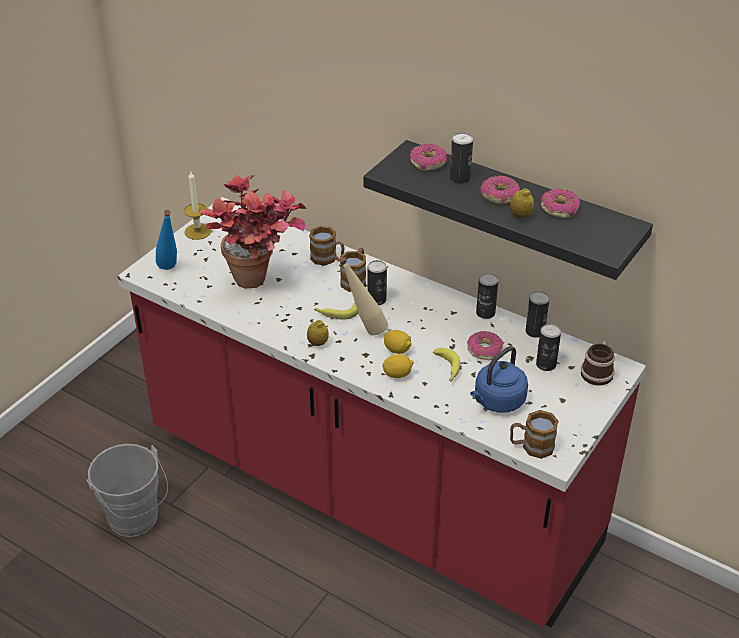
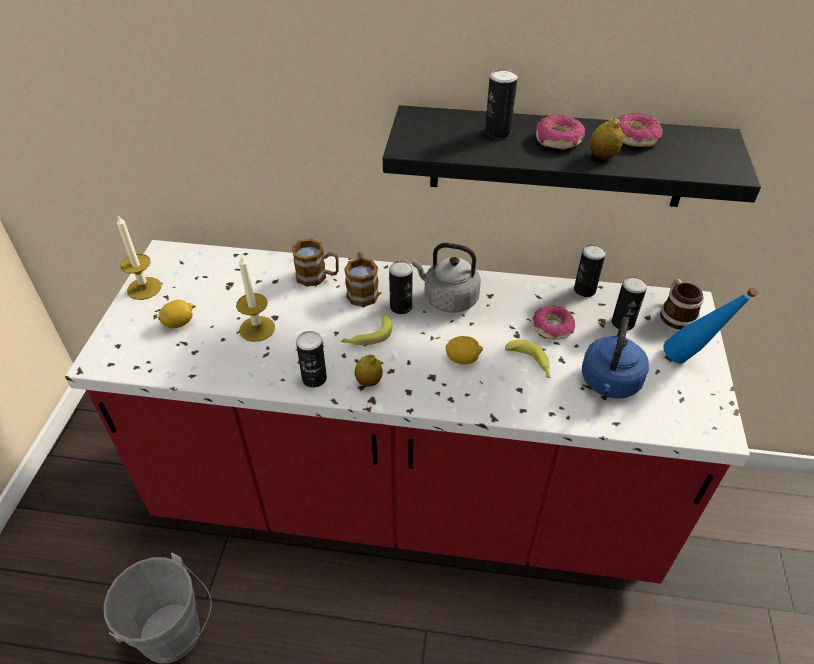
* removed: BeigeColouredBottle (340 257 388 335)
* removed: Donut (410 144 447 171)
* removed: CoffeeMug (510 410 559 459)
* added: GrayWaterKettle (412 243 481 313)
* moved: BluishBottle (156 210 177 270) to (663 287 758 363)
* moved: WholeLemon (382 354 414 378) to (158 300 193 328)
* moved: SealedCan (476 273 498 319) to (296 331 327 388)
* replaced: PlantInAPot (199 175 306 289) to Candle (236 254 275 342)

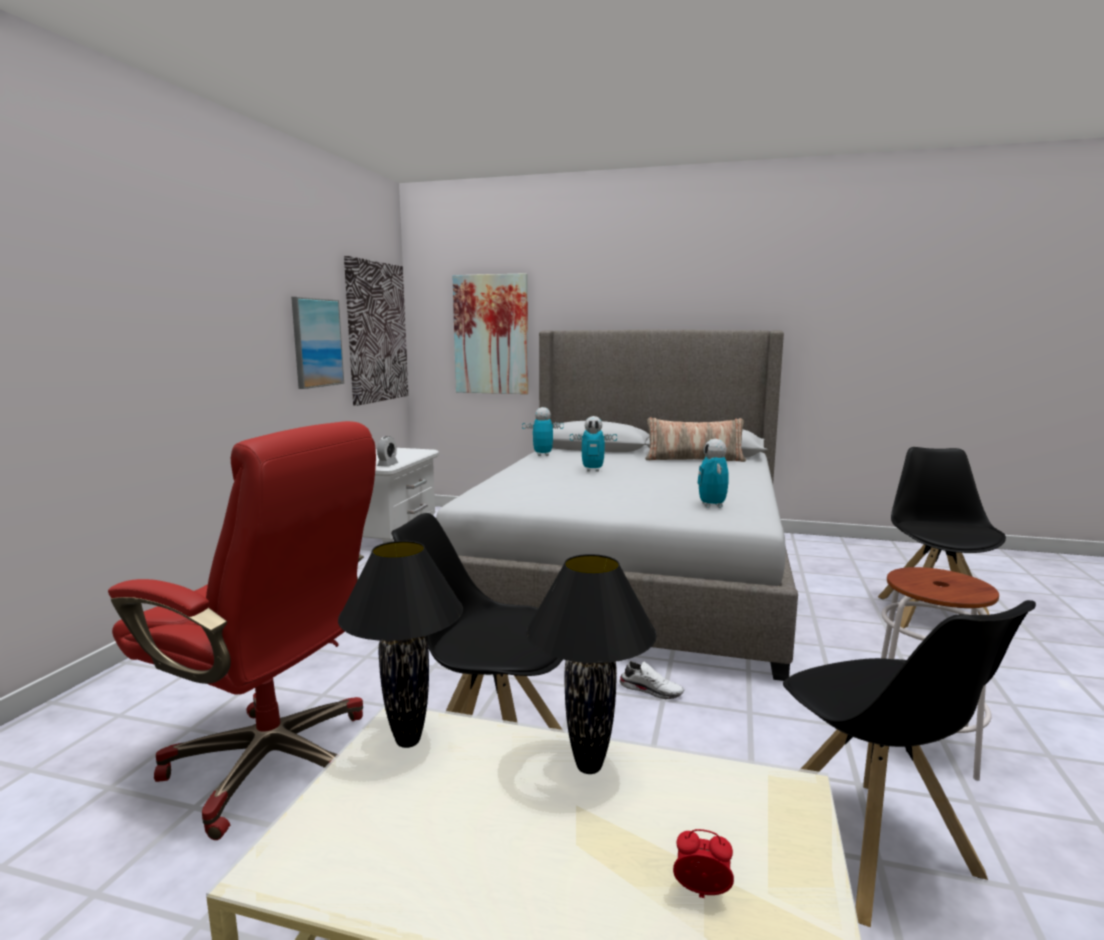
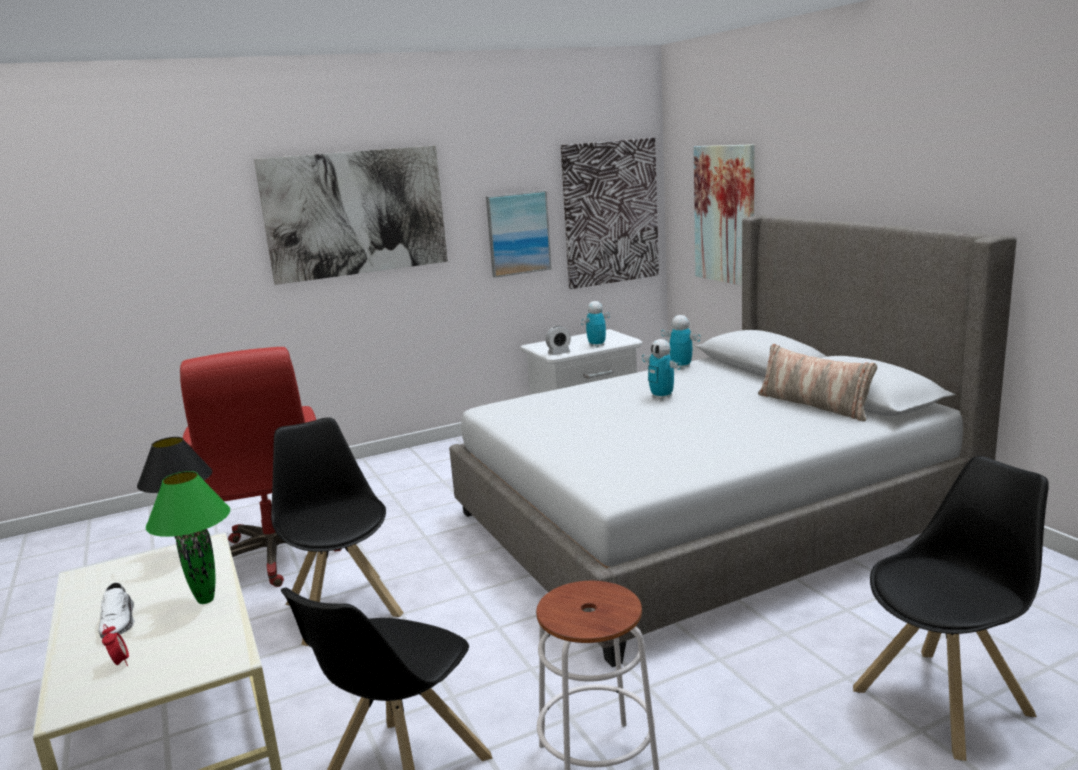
* added: WallPicture (254 145 448 285)
* moved: WhiteColouredLowShoe (619 661 684 699) to (98 583 135 638)
* moved: RobotFigure (697 439 729 508) to (581 301 610 348)
* recoloured: BlackishTableLamp (526 554 657 774) to GreenishTableLamp (146 471 230 604)

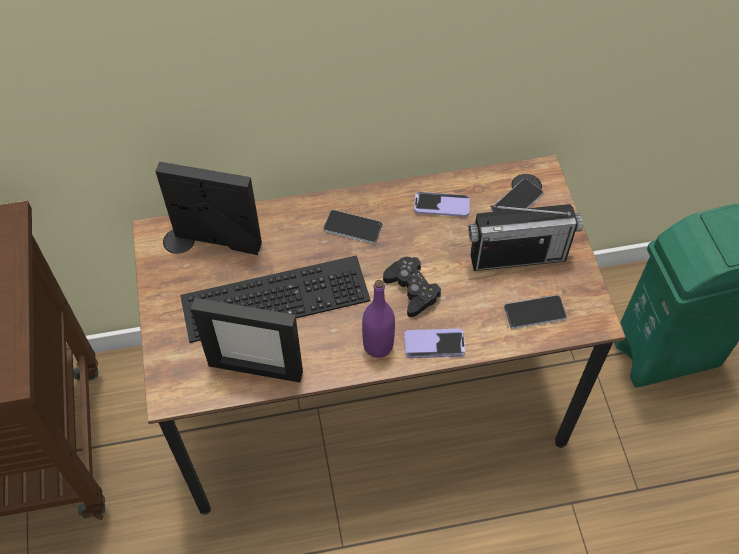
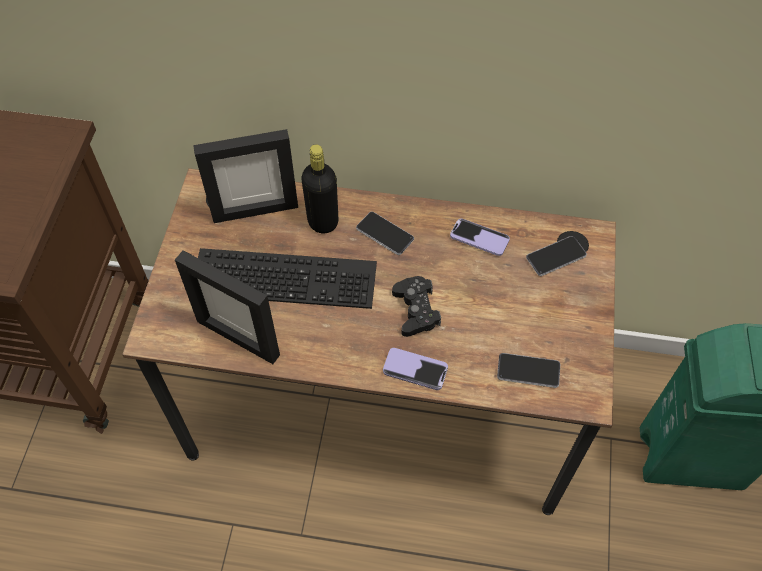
* removed: PurpleBottle (362 280 395 358)
* removed: RadioReceiver (468 204 583 271)
* added: BlackishBottle (302 144 338 234)
* turned: StandingFrame (155 162 262 255) = (193 129 298 223) 135 degrees clockwise

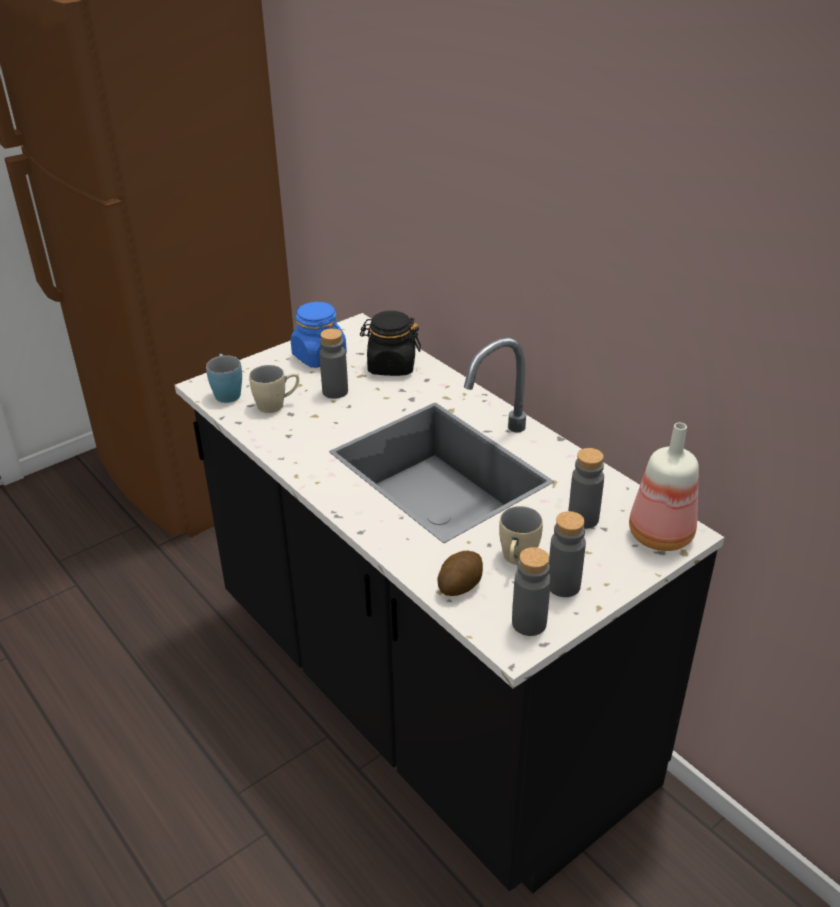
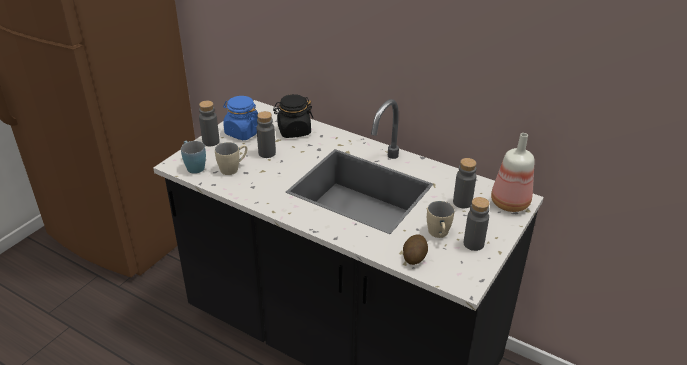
* moved: GrayBottle (512 547 551 636) to (199 101 220 146)

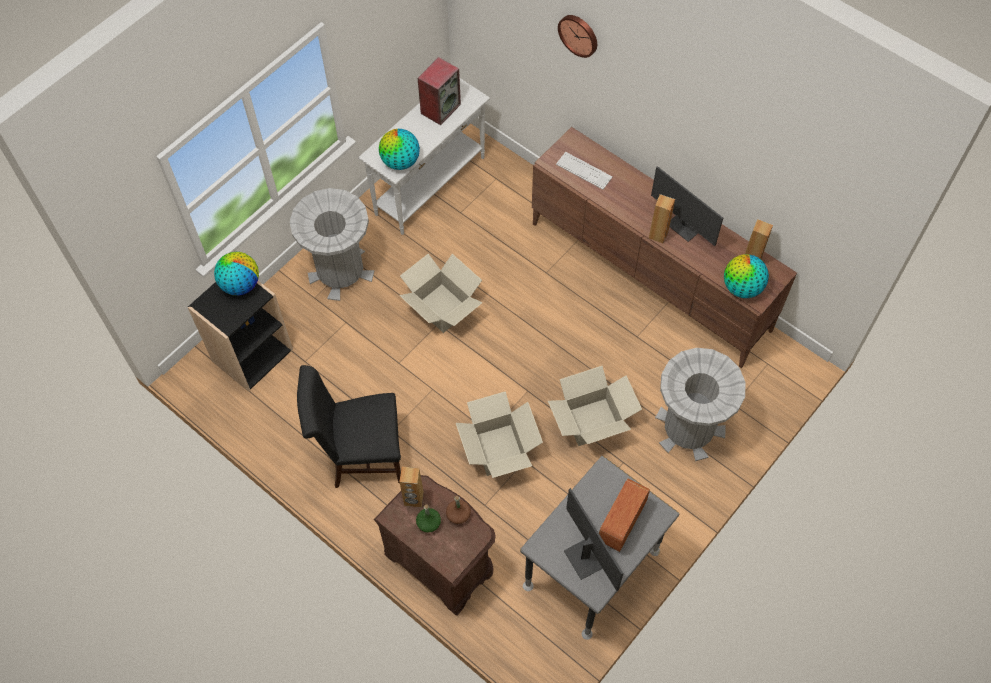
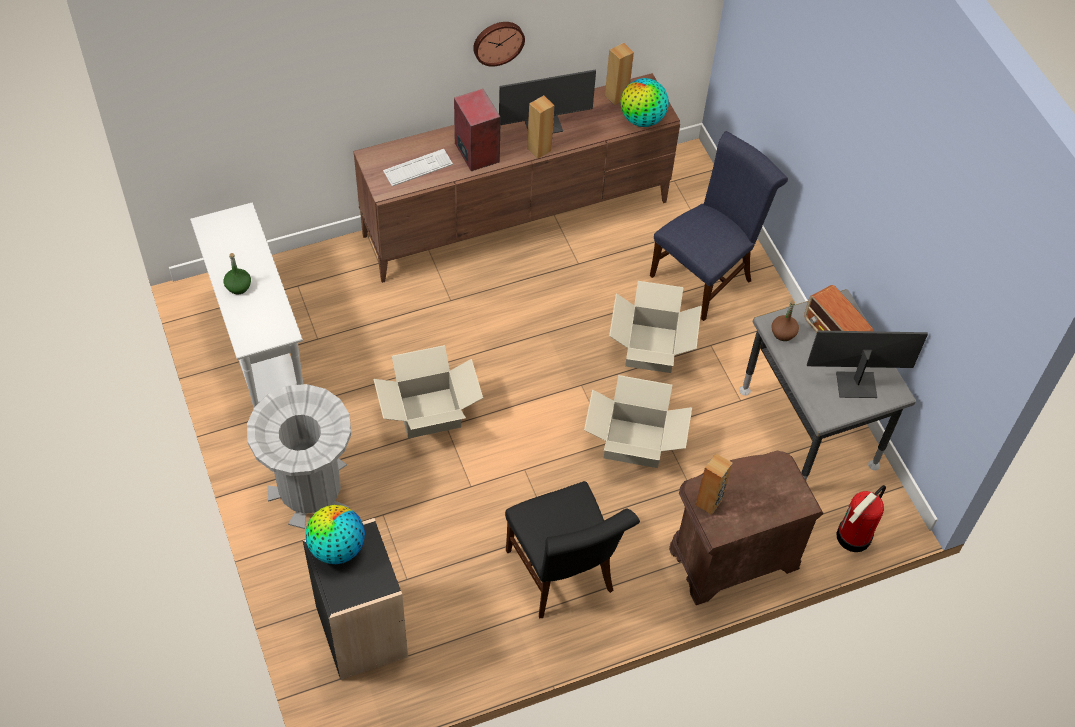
* removed: WorldGlobe (379 129 420 170)
* added: Extinguisher (837 485 886 552)
* moved: GreenishBottle (416 504 441 533) to (224 253 251 295)
* moved: Loudspeaker (417 57 461 125) to (454 89 501 171)
* moved: BrownishBottle (446 496 471 524) to (771 301 799 341)
* moved: WallClock (558 15 597 58) to (473 22 525 66)
* replaced: GrayRubbishBin (655 348 746 461) to BluishUprightChair (650 131 788 321)
* turned: BlackishUprightChair (297 365 401 488) = (505 481 640 618) 45 degrees counterclockwise

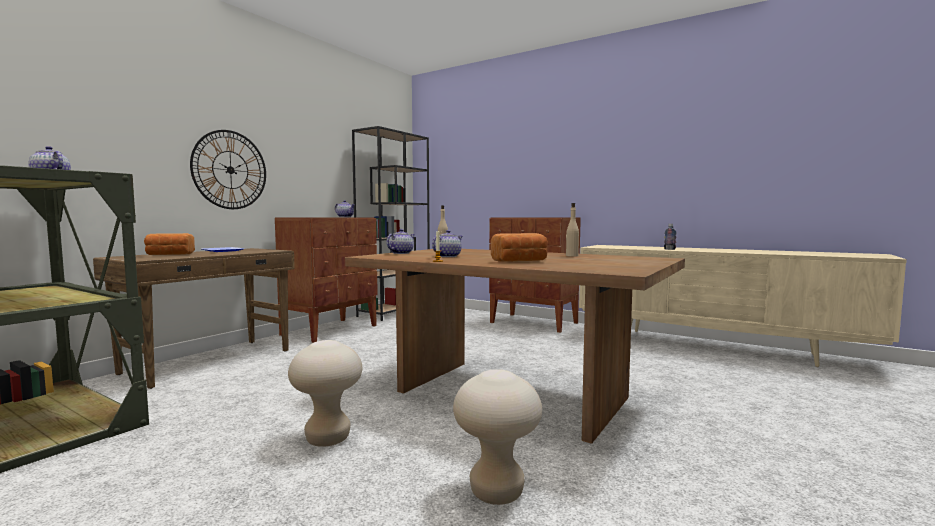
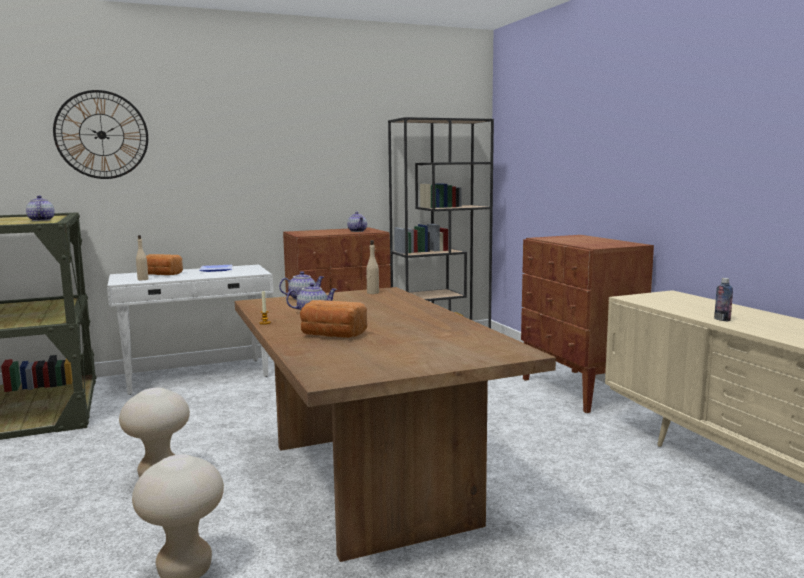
* moved: WallClock (190 130 266 209) to (53 90 148 179)
* moved: BeigeColouredBottle (566 203 579 257) to (136 235 149 280)
* recoloured: BrownishNarrowTable (93 248 295 389) to WhiteColouredNarrowTable (107 265 274 395)

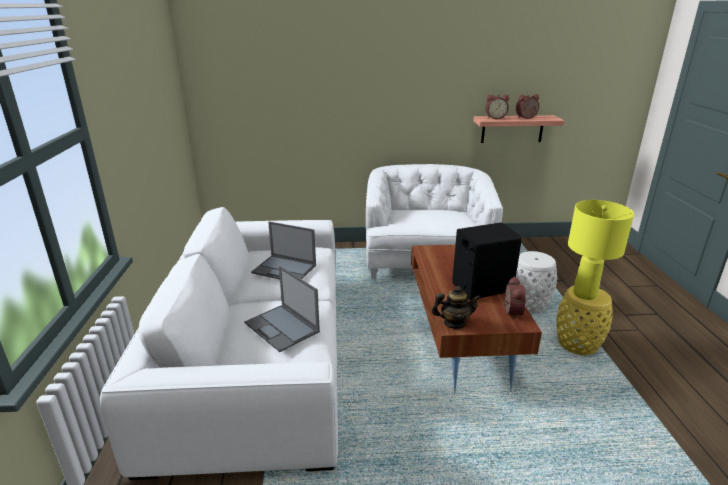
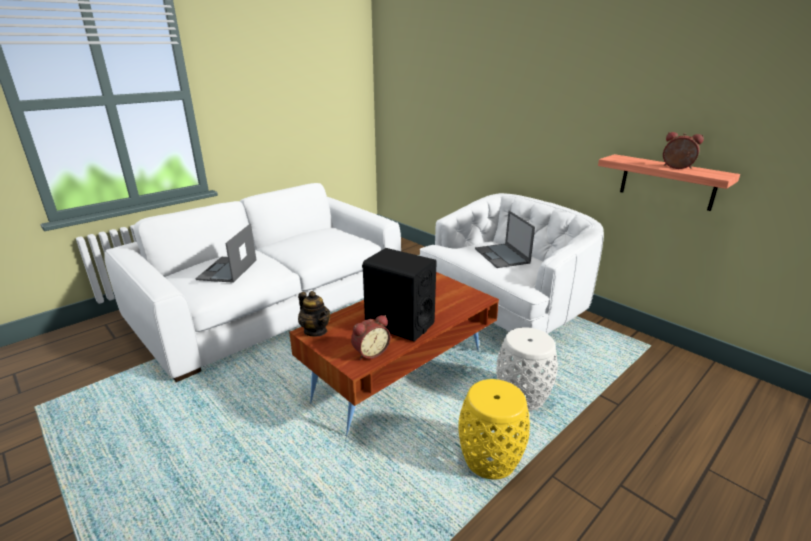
* removed: BedsideClock (485 95 509 119)
* removed: YellowishTableLamp (568 200 634 300)
* moved: Laptop (251 222 316 280) to (475 211 535 268)

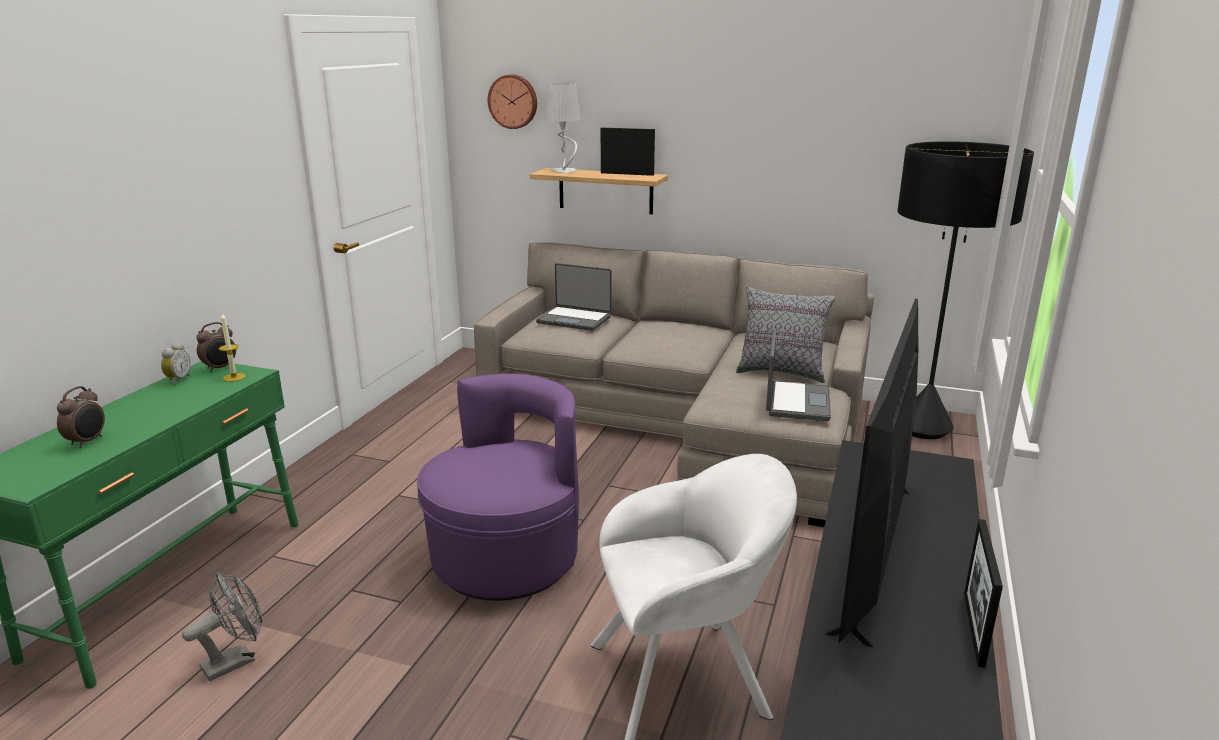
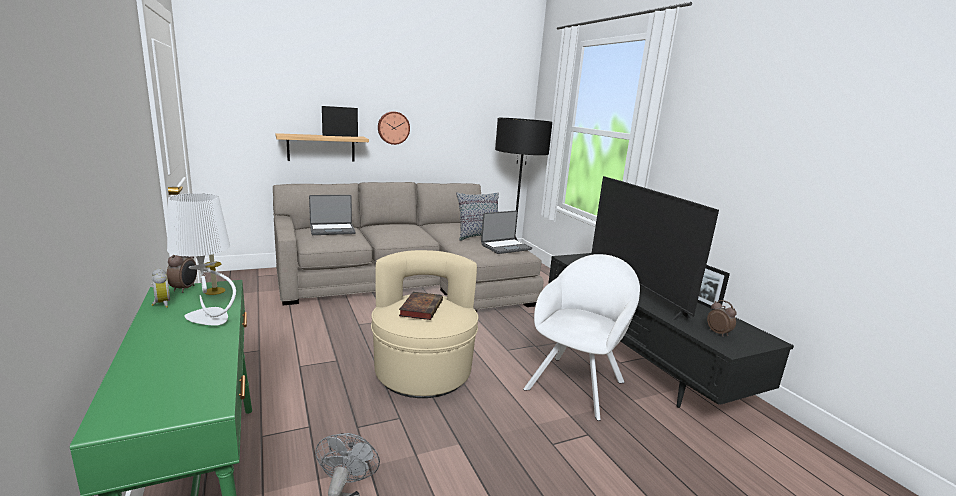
* added: BoundBook (399 292 443 320)
* moved: BedsideClock (57 386 105 448) to (707 300 737 336)
* moved: WallClock (488 74 537 129) to (378 111 410 145)
* moved: GrayTableLamp (544 83 581 173) to (167 193 236 326)
* recoloured: PurpleArmchair (417 374 579 601) to BeigeColouredArmchair (371 250 478 398)
* turned: Laptop (766 329 831 421) = (481 211 532 254) 90 degrees clockwise

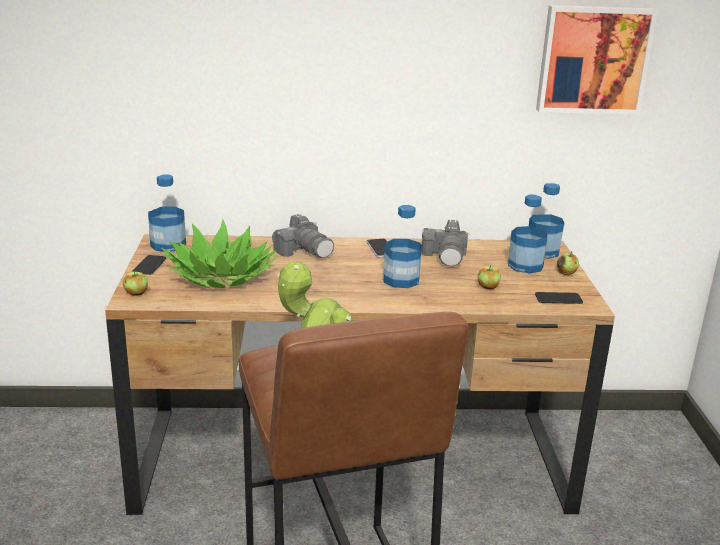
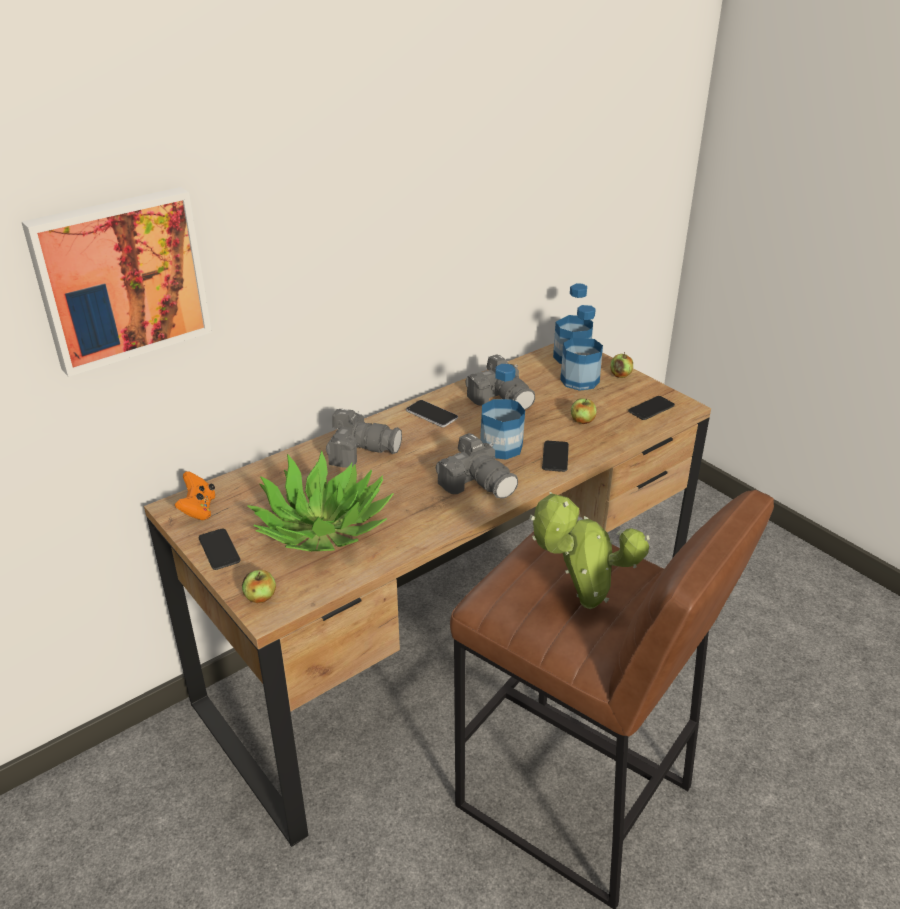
* added: PhotoCamera (436 433 518 499)
* added: Telephone (542 441 569 472)
* moved: WallPicture (536 5 658 115) to (22 187 212 377)
* replaced: Bottle (148 174 186 252) to OrangeColouredGamepad (175 471 215 520)

